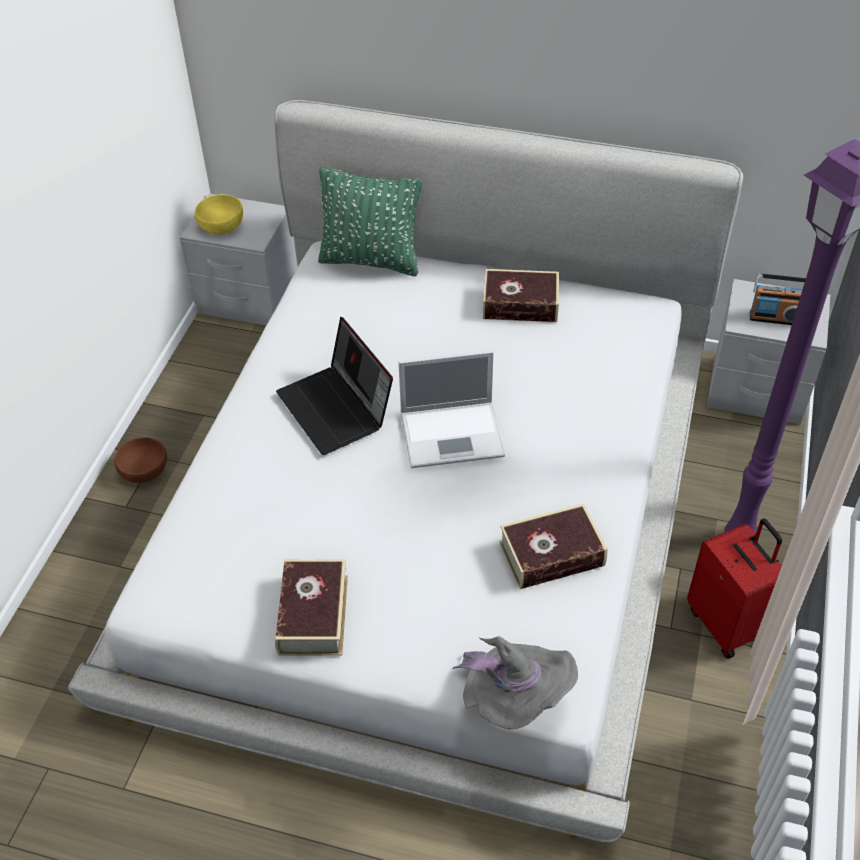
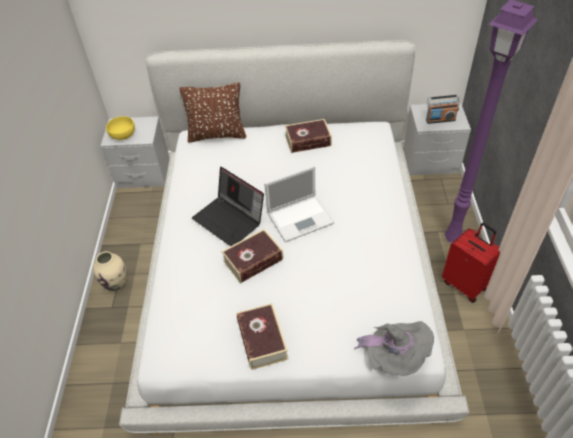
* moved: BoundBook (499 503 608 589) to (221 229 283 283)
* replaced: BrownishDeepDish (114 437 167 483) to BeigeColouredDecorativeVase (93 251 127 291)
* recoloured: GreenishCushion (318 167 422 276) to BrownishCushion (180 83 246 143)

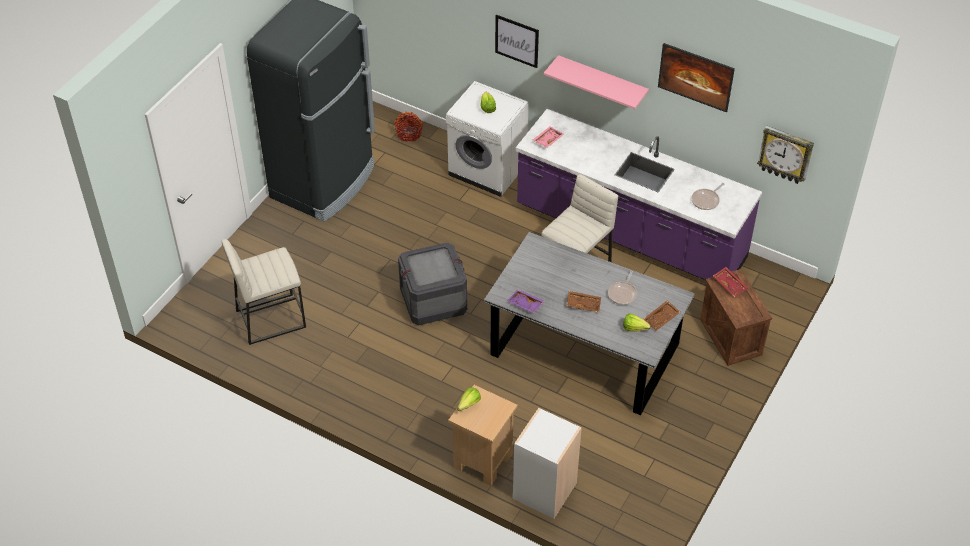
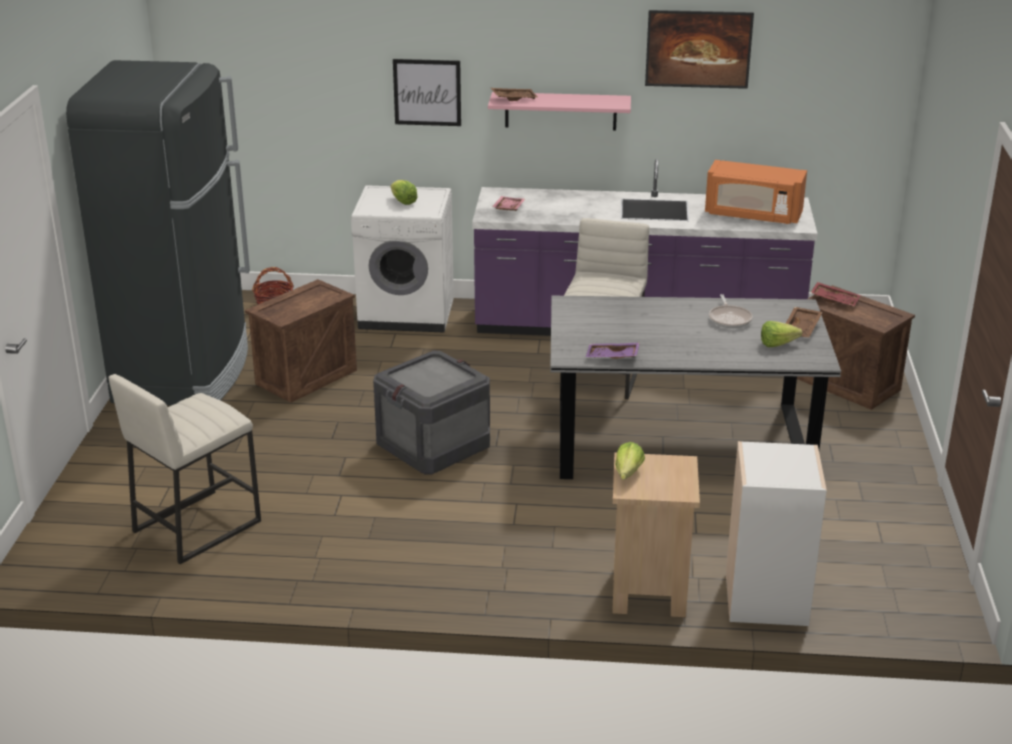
* removed: WallClock (757 125 814 184)
* added: ShippingCrate (245 279 357 403)
* moved: BrownishTray (567 291 601 312) to (491 88 538 101)
* replaced: Skillet (691 183 724 210) to OrangeColouredKitchenMicrowave (705 160 807 224)

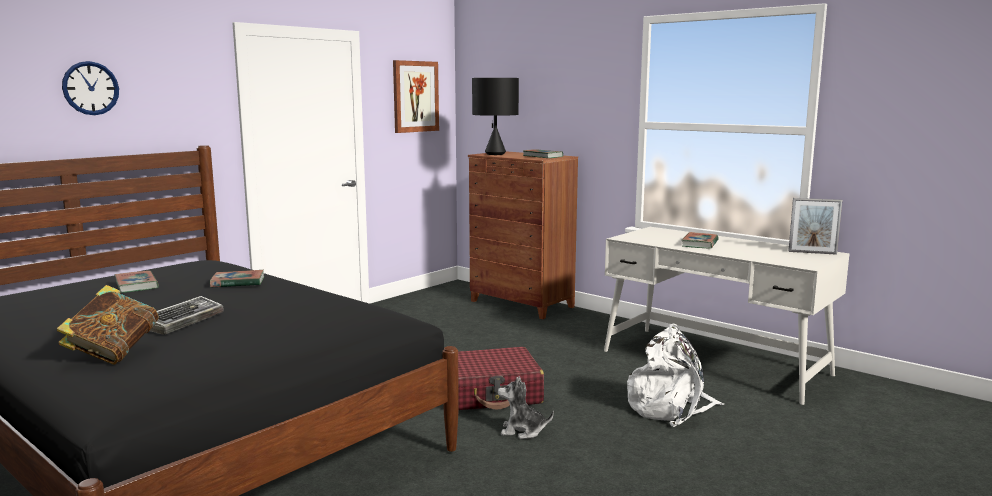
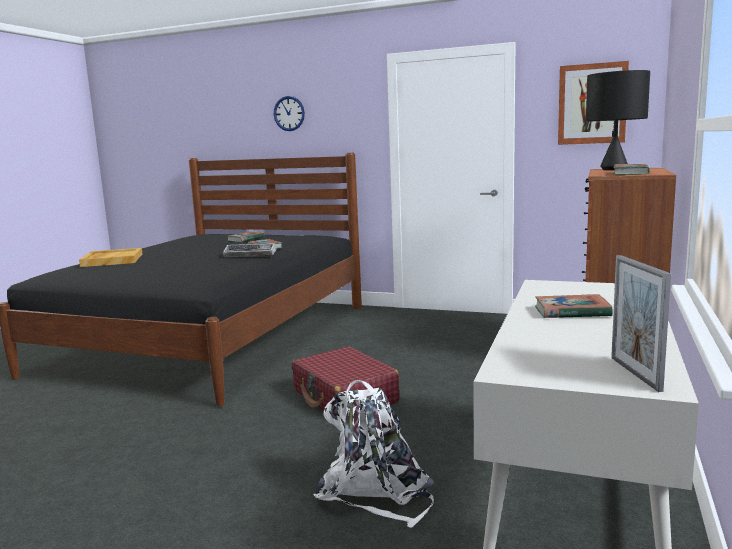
* removed: PlushToy (498 376 554 439)
* moved: Keyboard (150 296 224 335) to (223 243 276 257)
* replaced: BoundBook (57 285 159 364) to BeigeColouredTray (79 248 142 267)

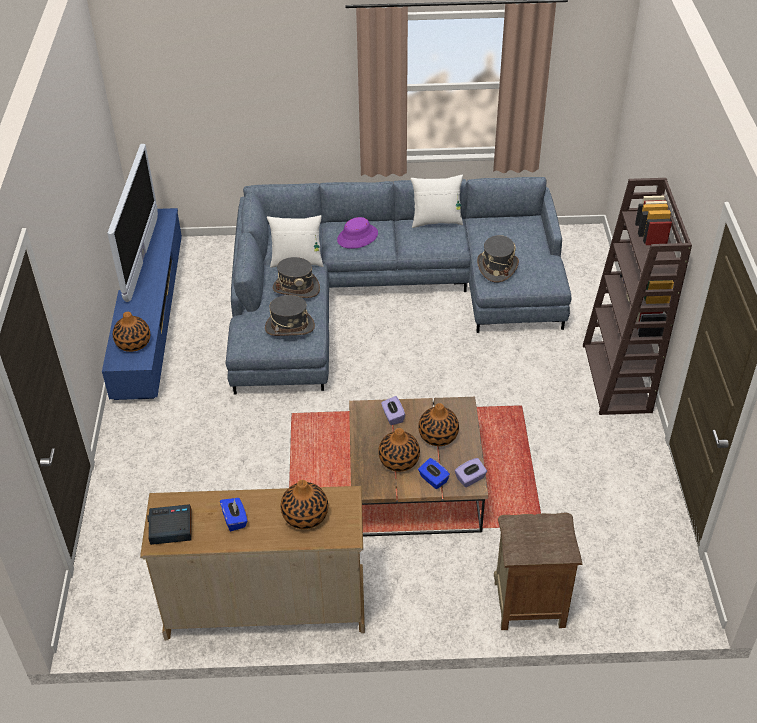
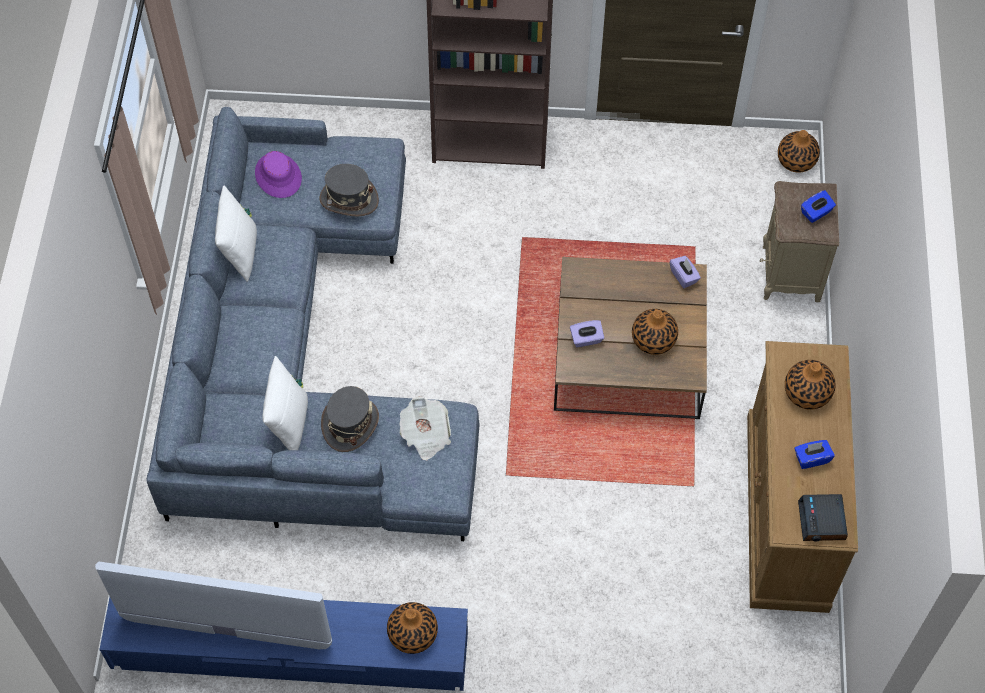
* moved: PurpleClothingHat (337 217 378 249) to (255 151 302 198)
* moved: DecorativeVase (418 403 459 446) to (778 130 820 173)
* moved: BluishTissueHolder (418 458 450 489) to (801 190 836 223)
* replaced: GrayClothingHat (265 295 315 336) to DailyPaper (400 396 451 460)

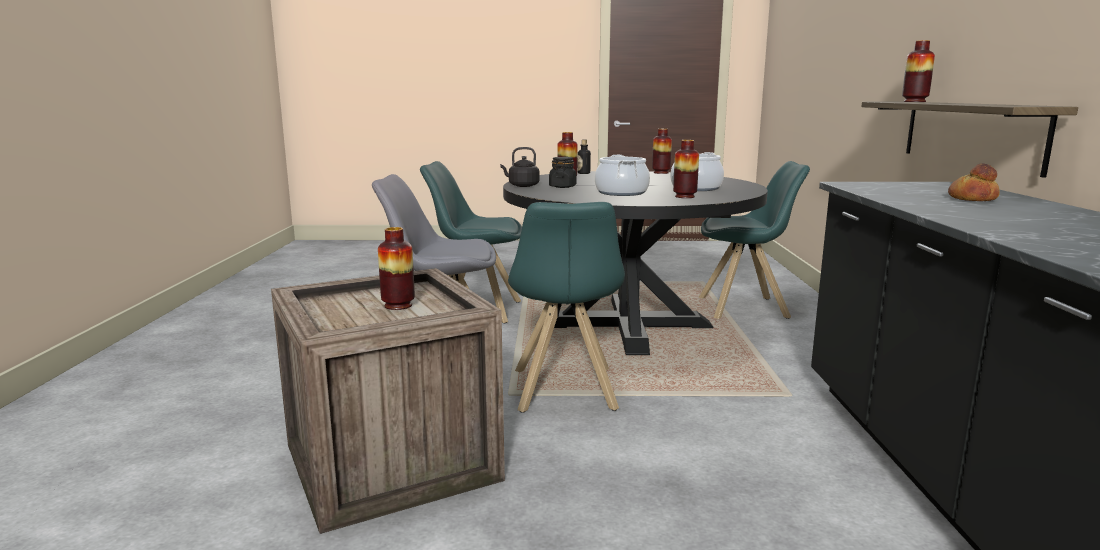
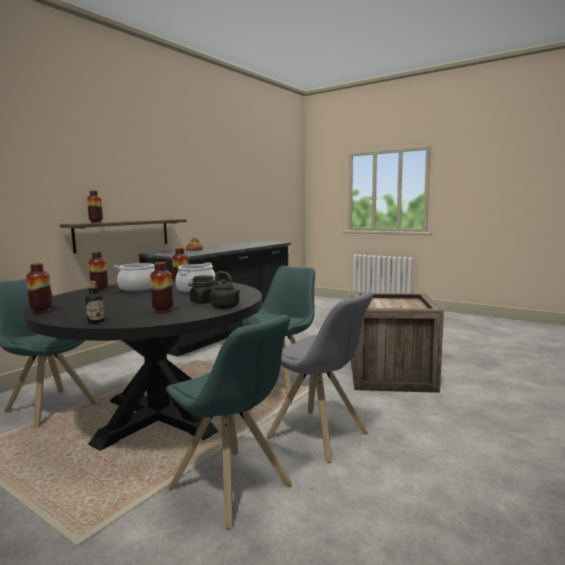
* moved: DecorativeVase (378 227 415 310) to (88 251 108 291)

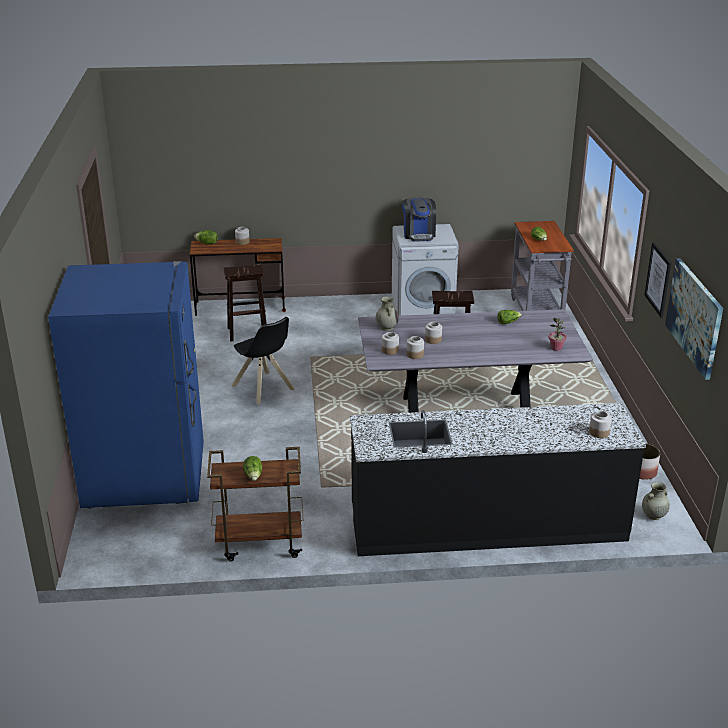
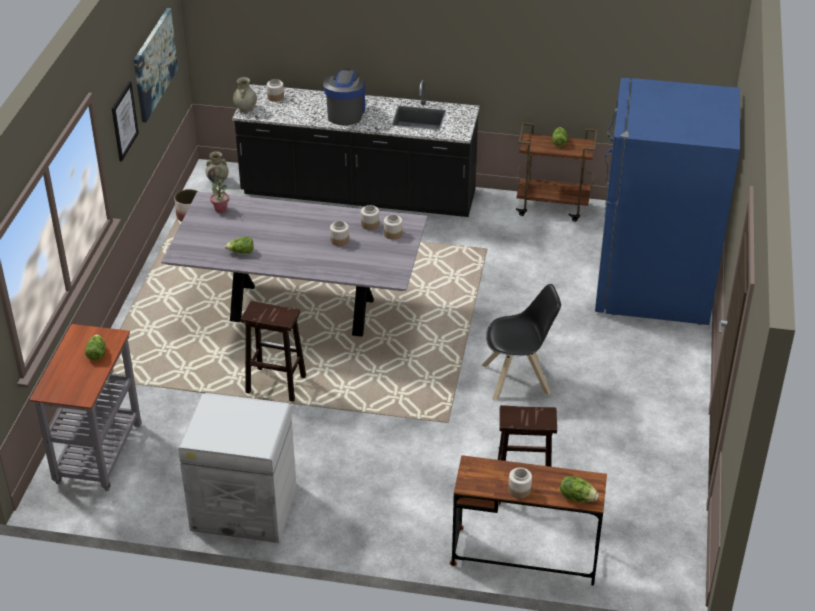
* moved: BeigeColouredDecorativeVase (376 296 399 331) to (233 77 257 112)
* moved: CoffeeBrewer (402 197 436 242) to (323 69 365 125)
* turned: BlackishUprightChair (232 317 295 405) = (481 284 561 401) 105 degrees clockwise

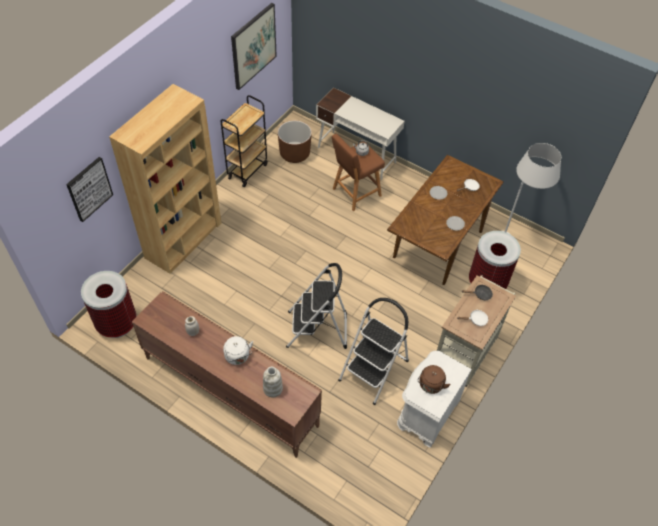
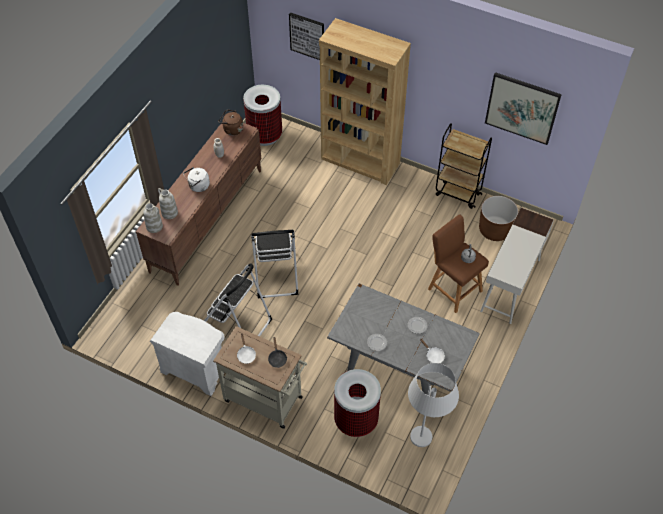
* added: WhiteColouredDecorativeVase (143 203 163 233)
* moved: BrownishWaterKettle (418 365 451 394) to (218 109 243 135)
* recoloured: BrownishKitchenTable (387 155 504 285) to GrayKitchenTable (327 283 480 395)

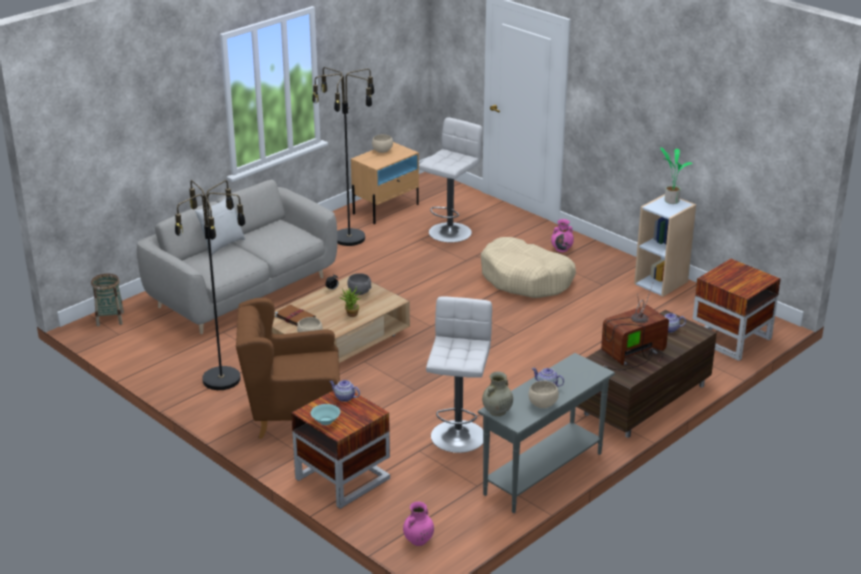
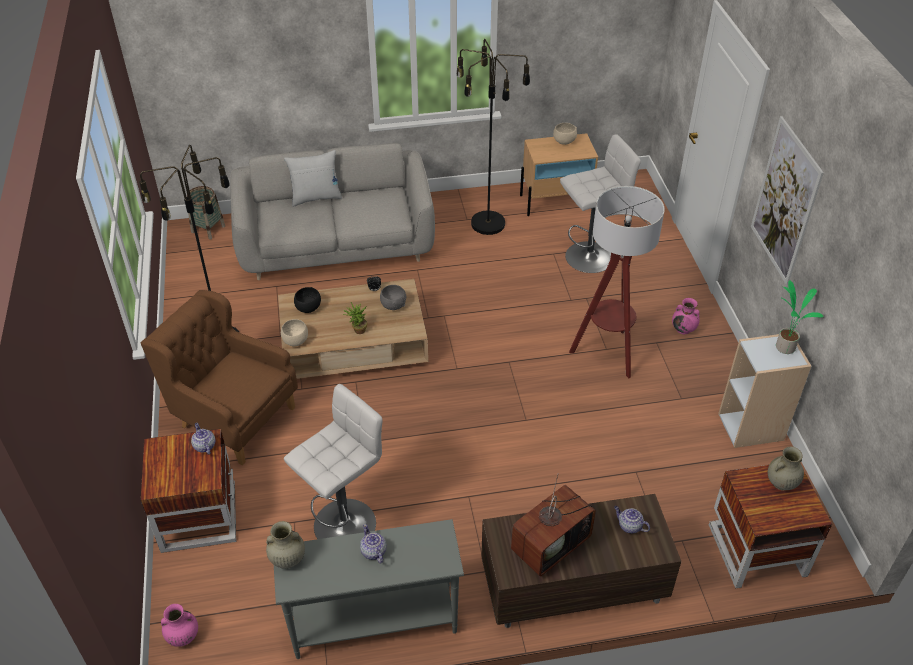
* removed: TurquoiseDeepDish (311 404 340 425)
* removed: BeigeColouredDeepDish (528 381 559 408)
* added: WallPicture (751 116 824 285)
* added: BeigeColouredDecorativeVase (768 446 804 491)
* replaced: BrownishBoundBook (275 305 316 326) to BlackishDeepDish (294 287 321 313)
* replaced: BeigeColouredPetBed (481 237 576 298) to FloorLamp (569 186 665 378)
* turned: Tv (601 282 669 370) = (511 473 596 576) 135 degrees clockwise

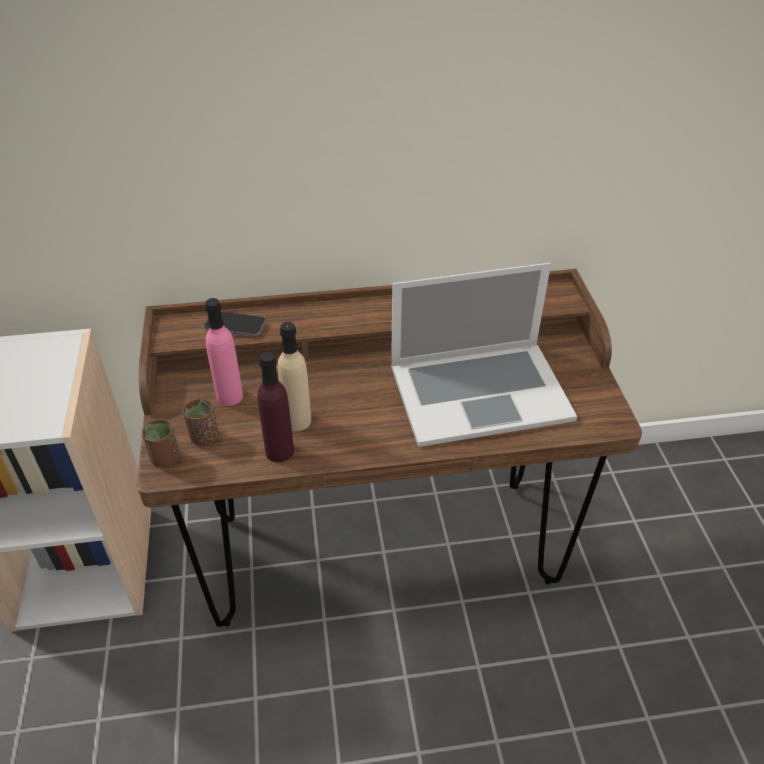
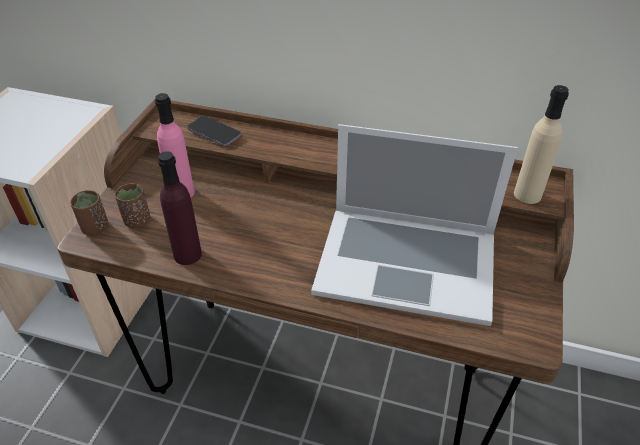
* moved: BeigeColouredBottle (278 322 311 431) to (514 85 569 204)

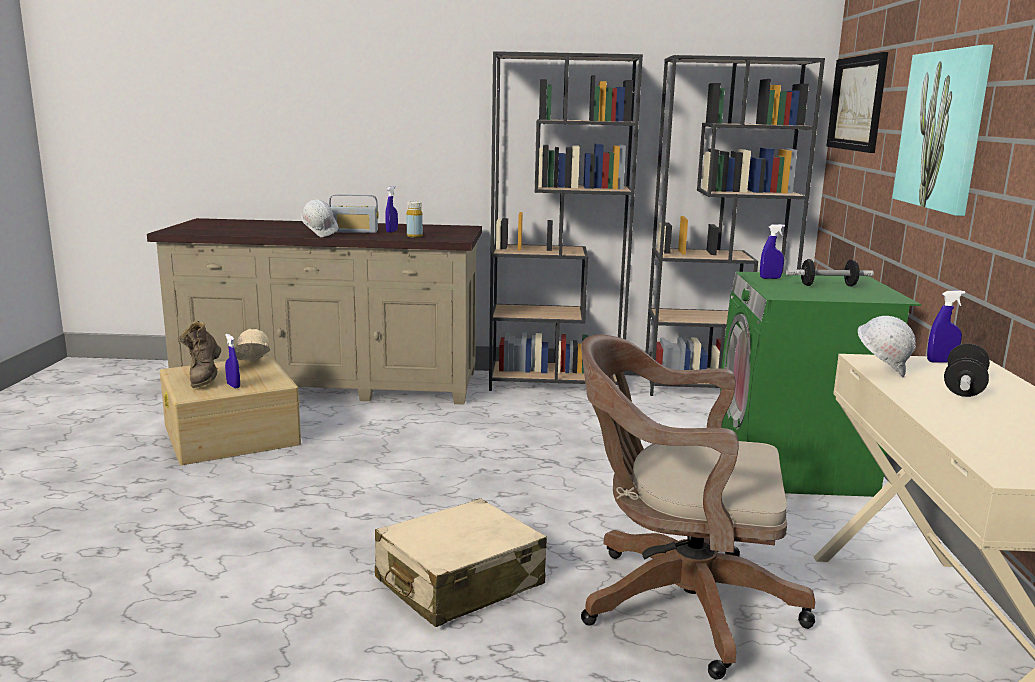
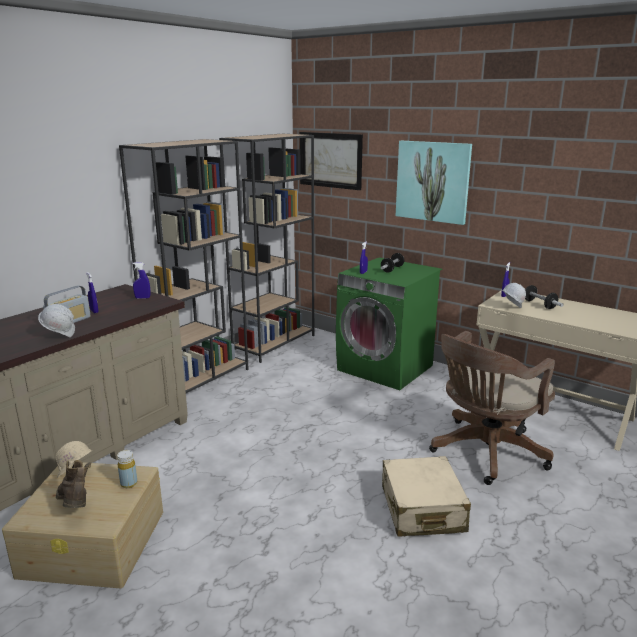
* moved: BluishSprayer (225 334 240 388) to (132 262 150 299)
* moved: YellowishBottle (406 202 423 237) to (117 450 137 488)
* turned: BrownishTallBoot (178 321 221 388) = (56 460 91 508) 150 degrees counterclockwise

